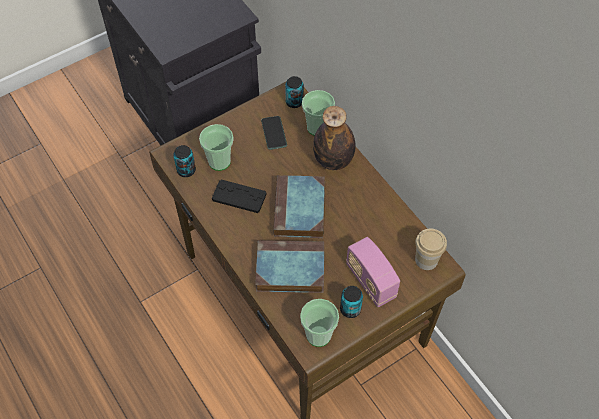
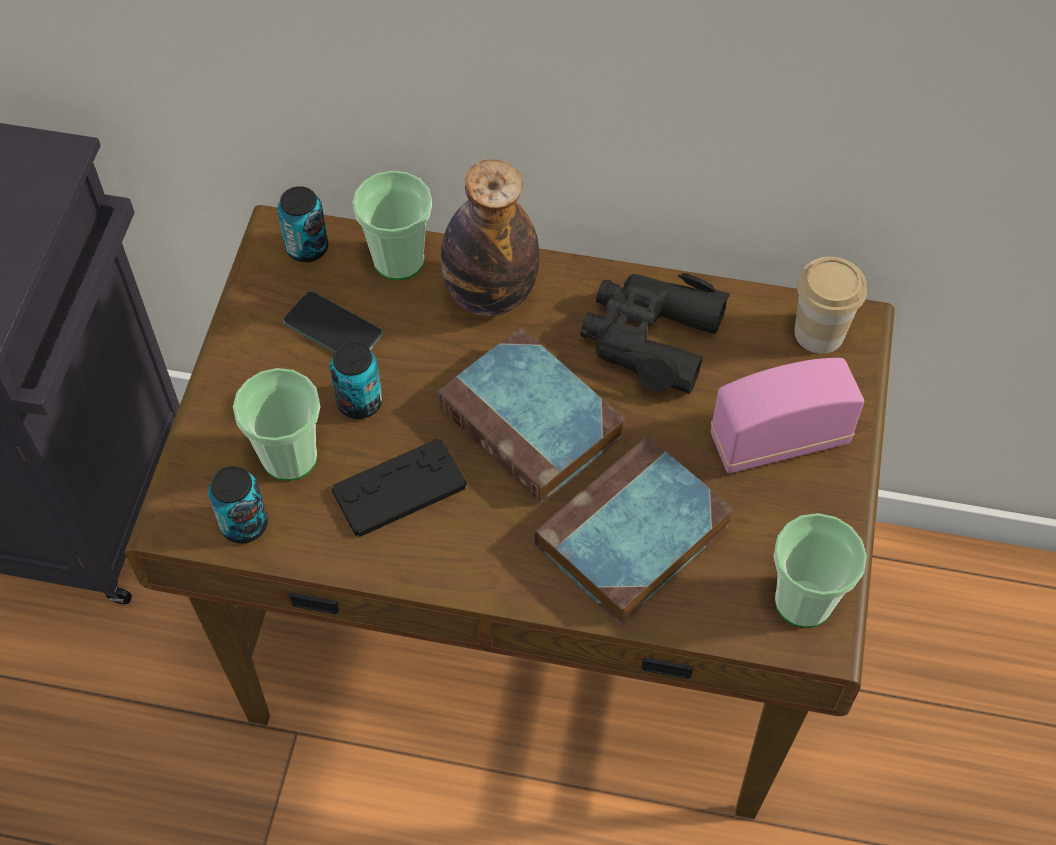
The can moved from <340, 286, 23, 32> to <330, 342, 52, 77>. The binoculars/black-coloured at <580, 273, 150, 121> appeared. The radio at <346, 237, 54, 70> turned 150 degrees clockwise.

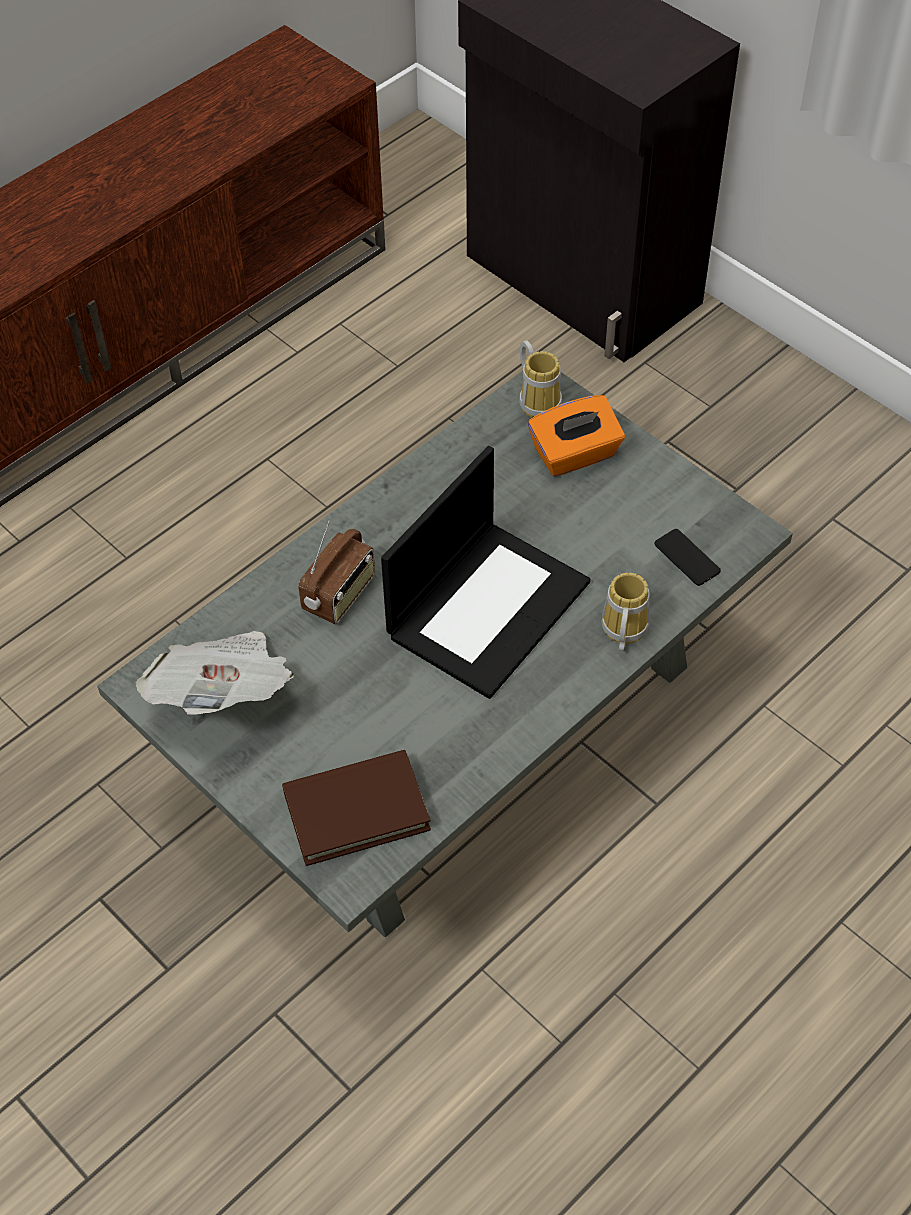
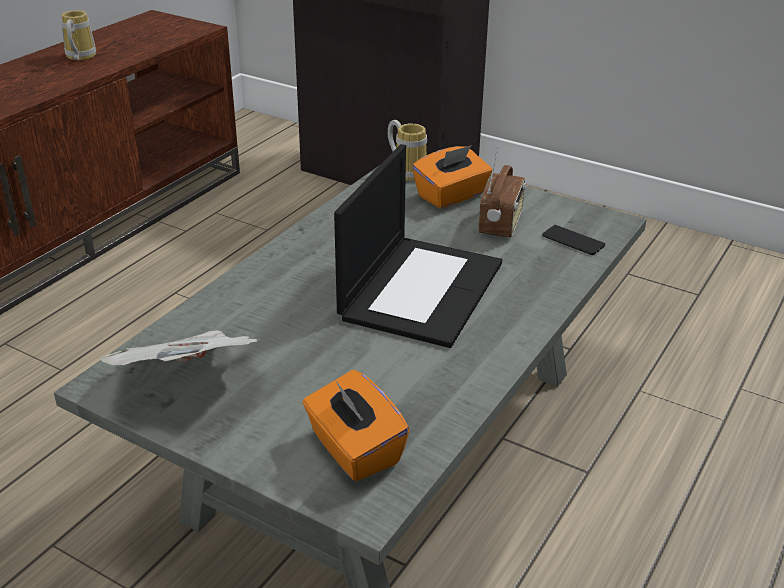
The coffee mug moved from <602, 572, 48, 79> to <61, 10, 35, 50>. The volume/brown-coloured at <282, 750, 149, 116> was replaced by the box of tissues/orange-coloured at <302, 370, 108, 111>. The radio moved from <298, 521, 77, 103> to <478, 148, 48, 89>.

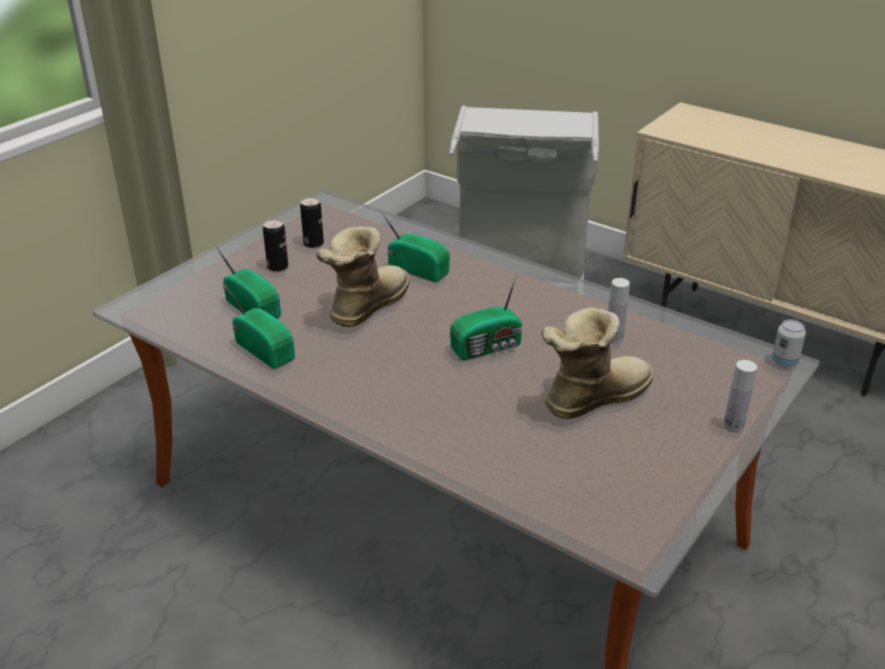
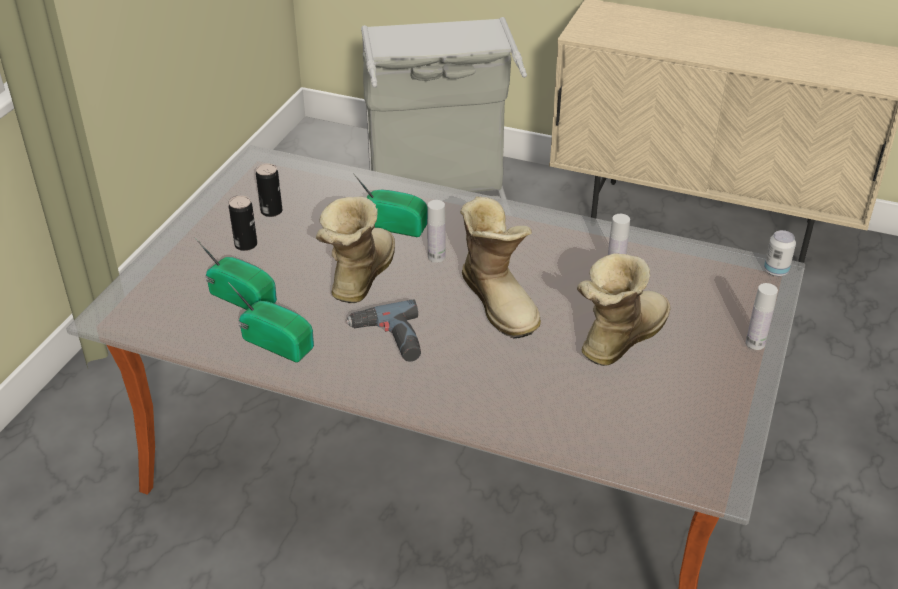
The electric drill at <346, 299, 75, 62> appeared. The beverage bottle/whitish at <427, 200, 19, 63> appeared. The radio at <450, 274, 73, 86> was replaced by the boot at <460, 196, 81, 143>.

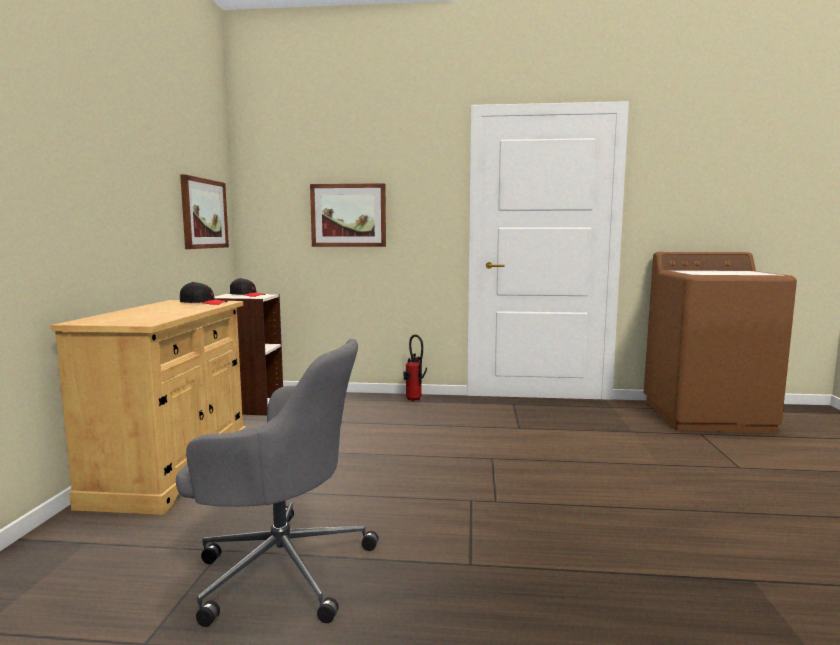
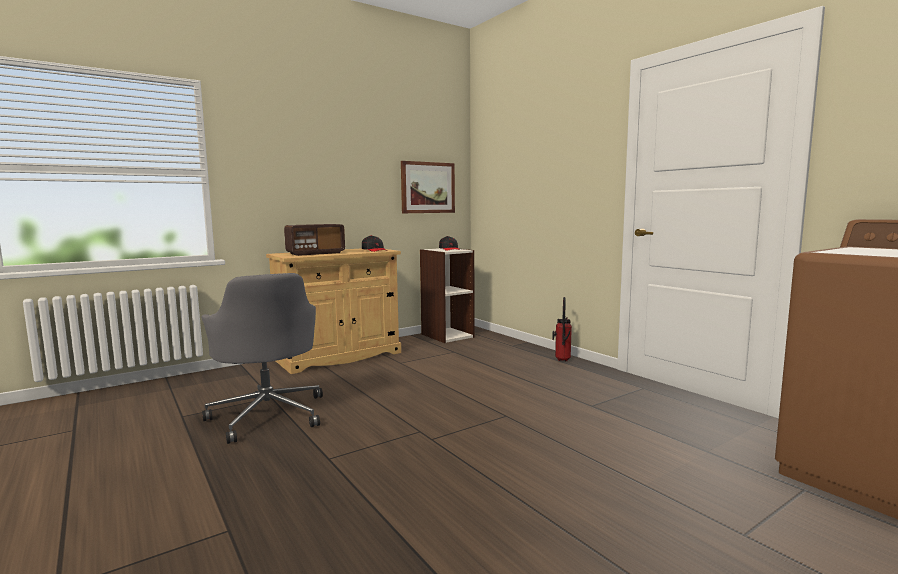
The radio at <284, 224, 61, 32> appeared. The picture at <310, 183, 76, 64> disappeared.

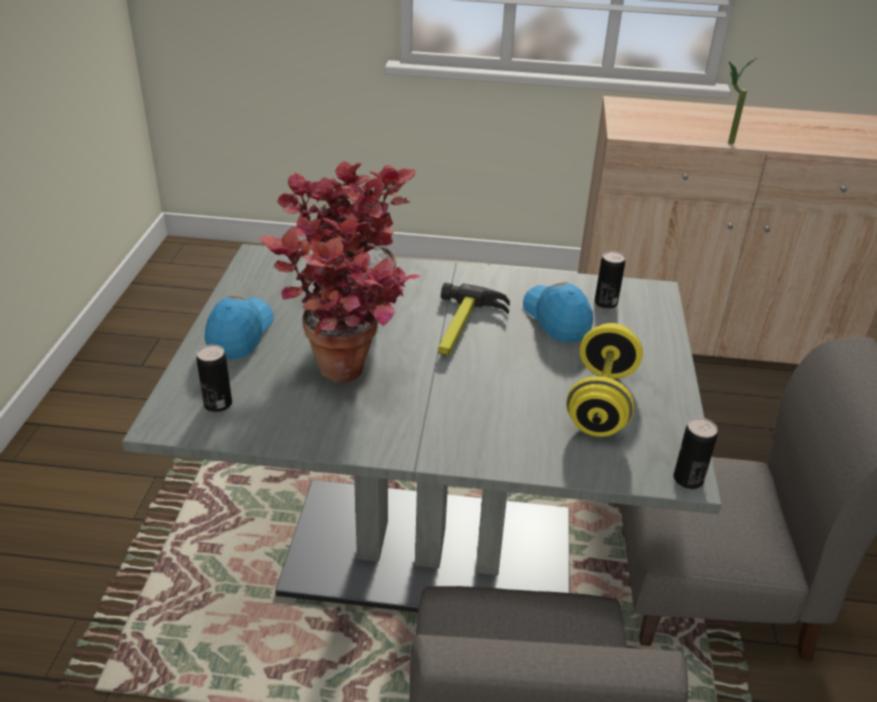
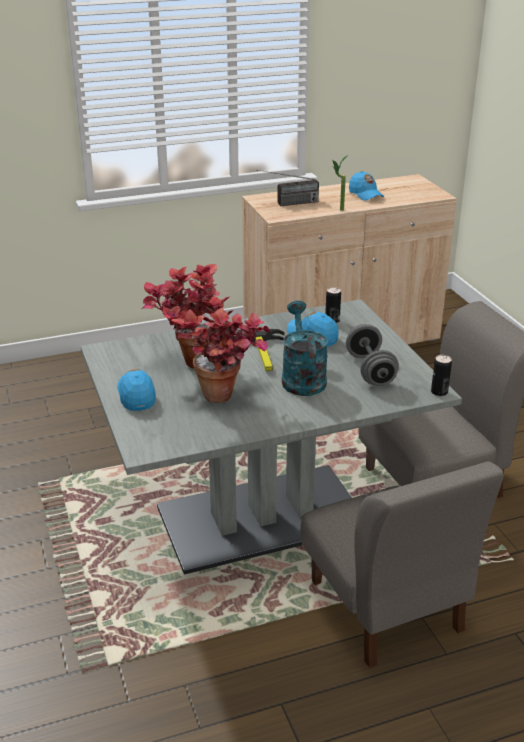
The radio at <257, 170, 62, 36> appeared. The sprinkling can/turquoise-coloured at <282, 301, 46, 95> appeared. The dumbbell/yellowish at <566, 323, 77, 114> became the dumbbell/greyish at <346, 324, 53, 62>. The cap/blue-coloured at <349, 171, 35, 30> appeared. The can at <196, 345, 36, 67> disappeared.

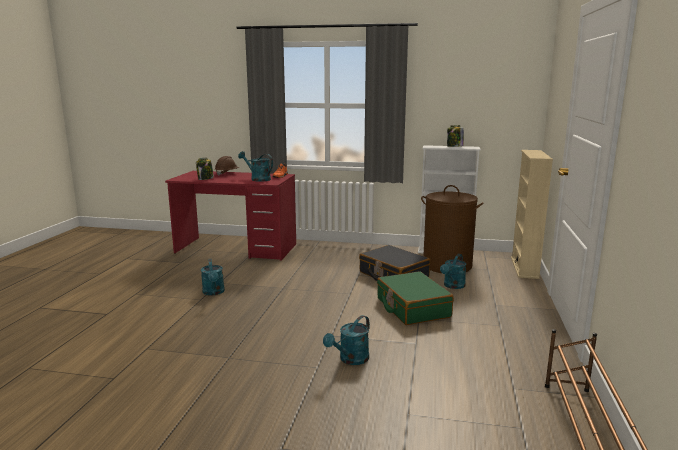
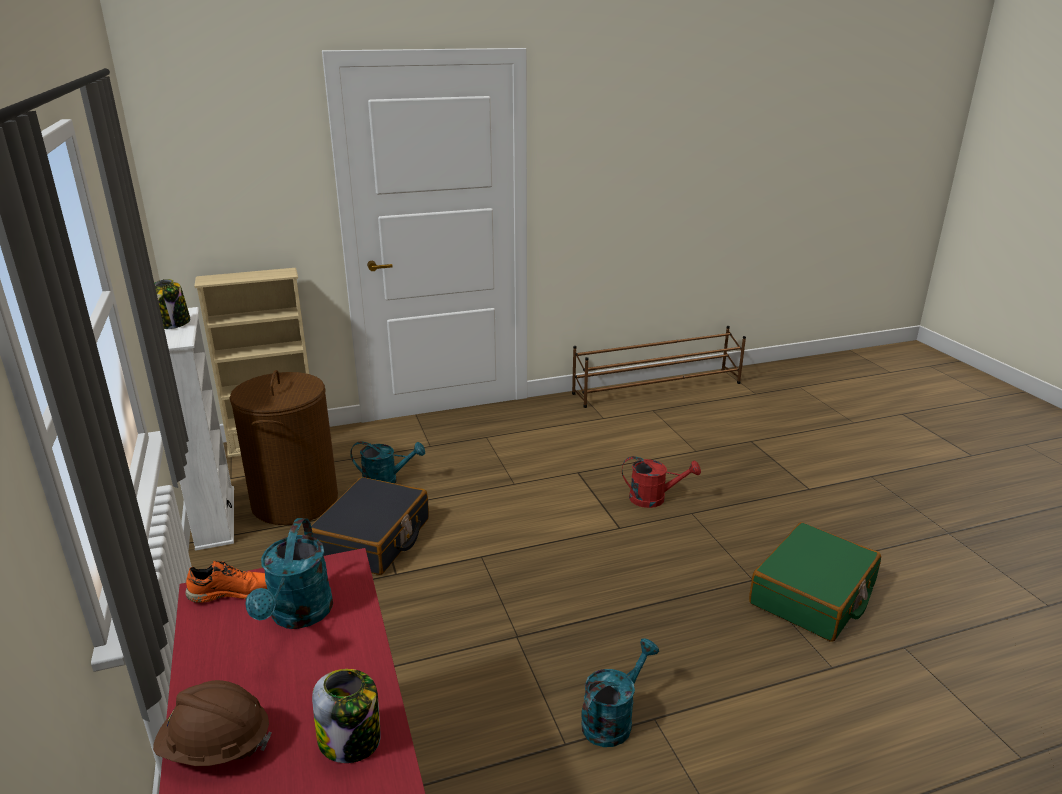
The sprinkling can/turquoise-coloured at <323, 315, 47, 50> became the sprinkling can/reddish at <622, 456, 79, 52>. The suitcase/greenish moved from <377, 271, 77, 54> to <749, 522, 132, 120>.

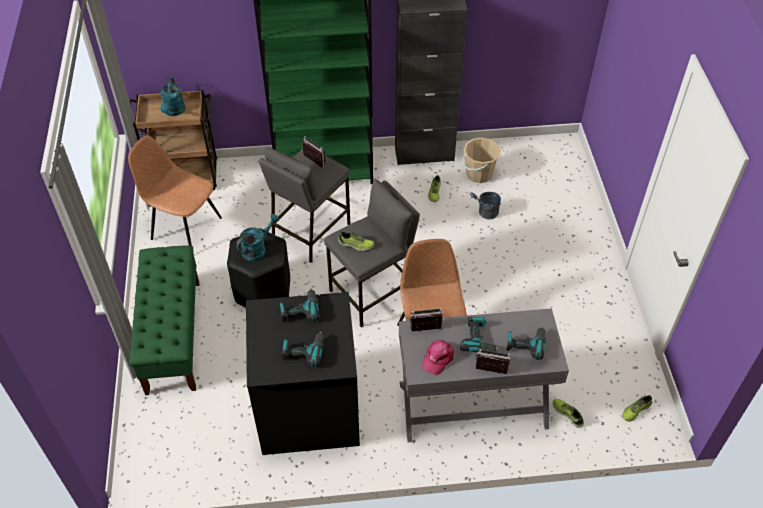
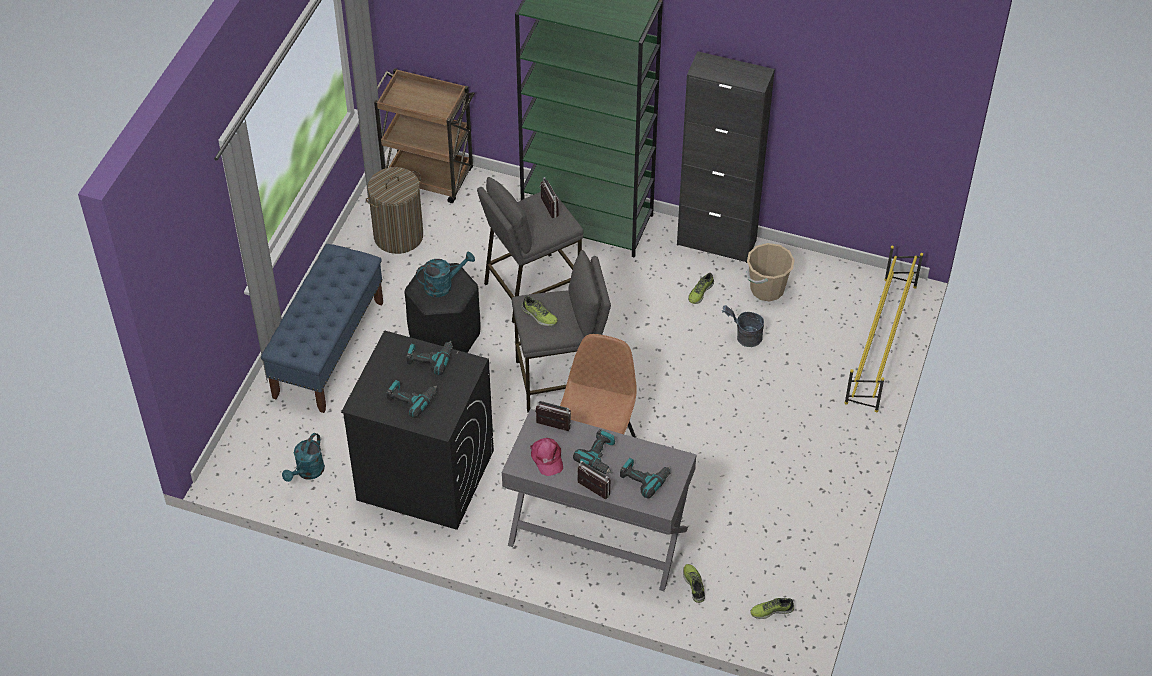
The long seat/greenish at <130, 246, 70, 149> became the long seat/blue-coloured at <261, 244, 122, 169>. The sprinkling can/turquoise-coloured moved from <160, 78, 25, 38> to <282, 433, 43, 49>. The upright chair/brown-coloured at <128, 135, 94, 111> was replaced by the laundry basket at <366, 167, 57, 87>. The cap/pinkish at <422, 340, 32, 35> turned 75 degrees counterclockwise. The shoe rack/yellowish at <845, 246, 78, 166> appeared.

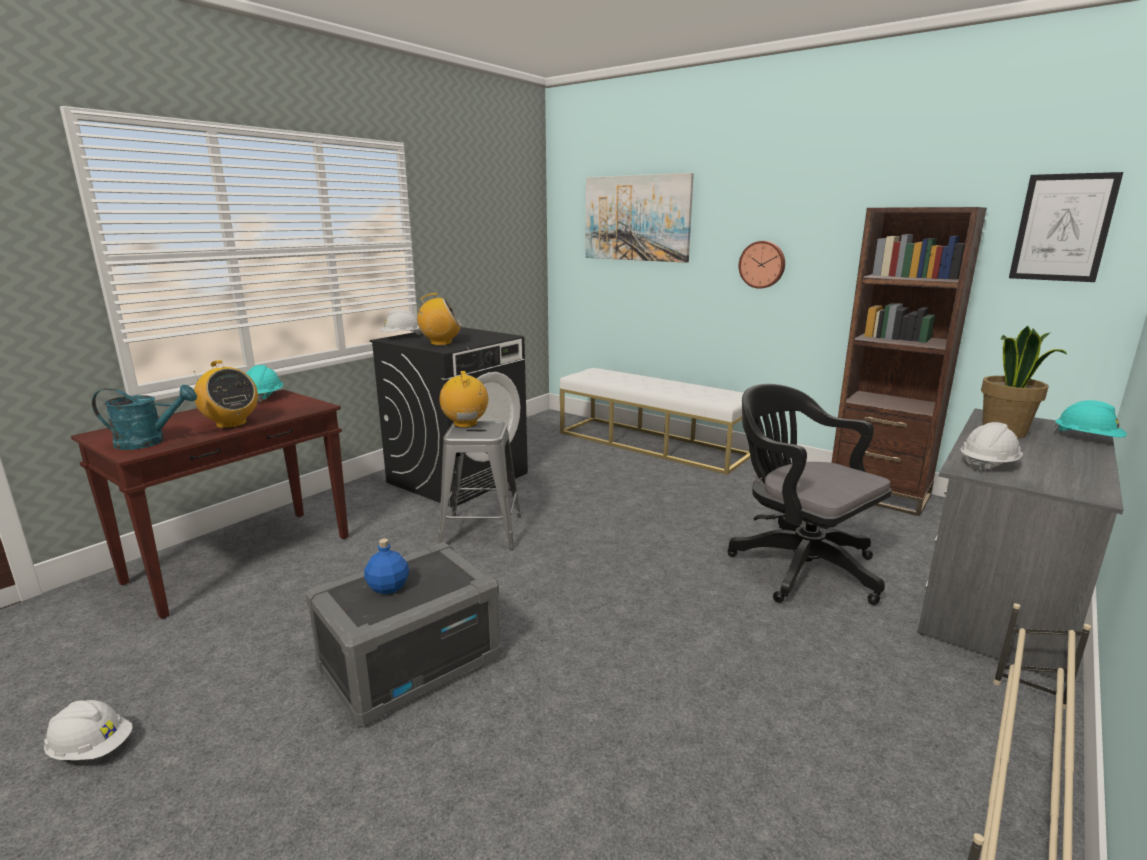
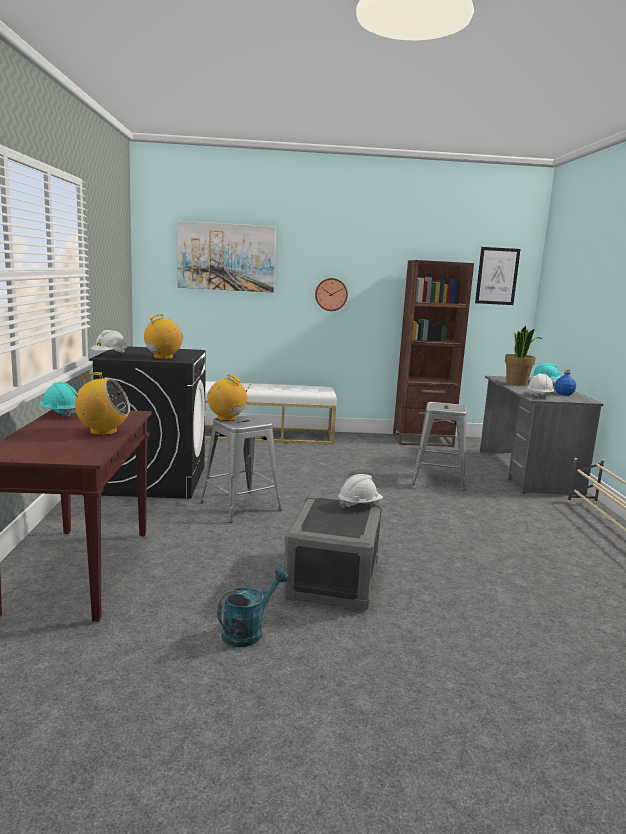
The sprinkling can/turquoise-coloured moved from <92, 385, 105, 65> to <217, 568, 72, 79>. The work helmet/whitish moved from <44, 700, 89, 60> to <338, 474, 45, 35>. The office chair/black-coloured at <727, 384, 165, 221> was replaced by the sitting stool/greyish at <412, 402, 55, 89>. The beverage bottle/blue-coloured moved from <364, 539, 45, 55> to <554, 369, 22, 27>.

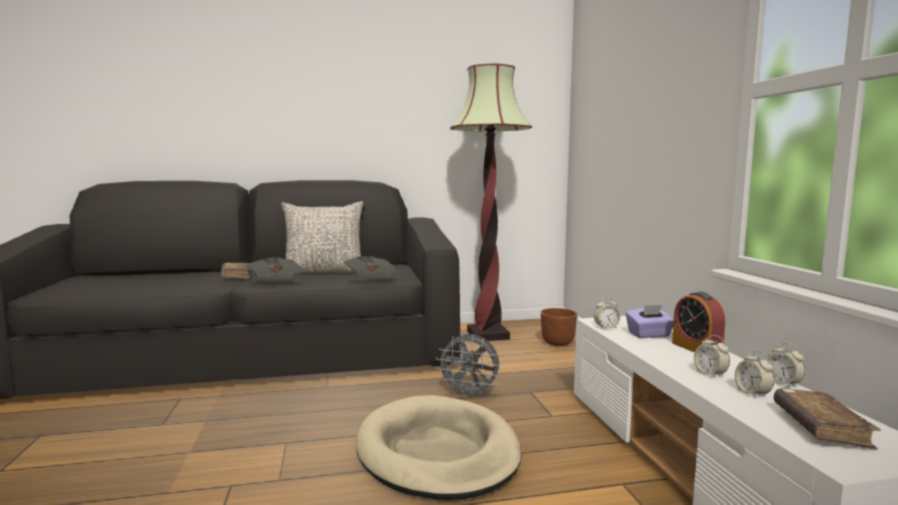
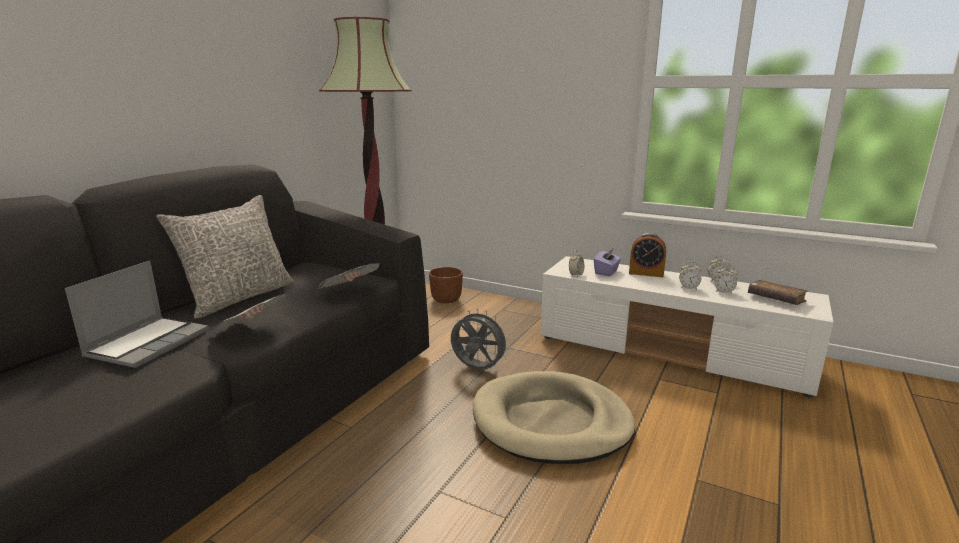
The volume/brown-coloured at <221, 263, 29, 16> was replaced by the notebook computer at <65, 260, 144, 108>. The fan/greyish at <436, 334, 65, 64> turned 120 degrees counterclockwise.

